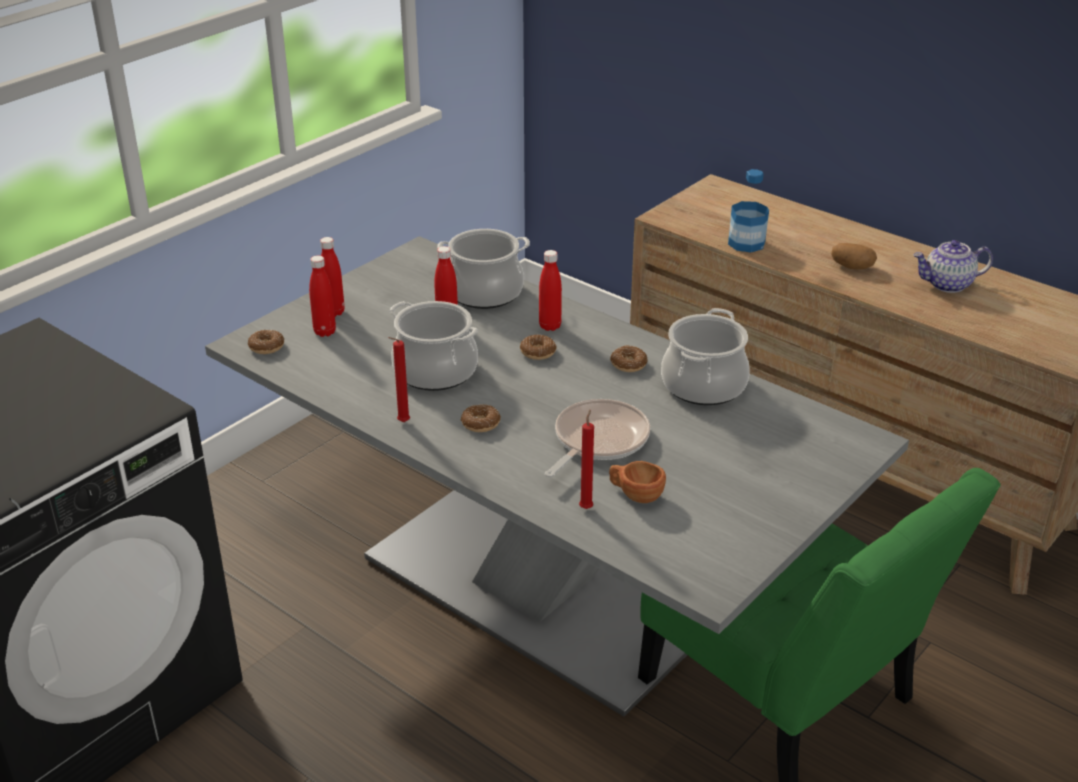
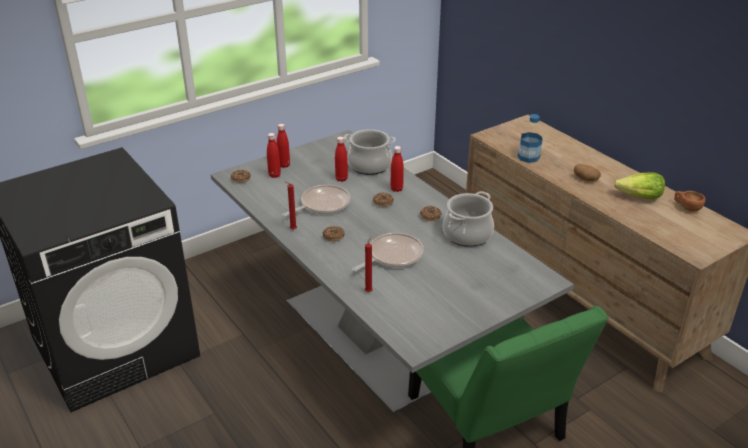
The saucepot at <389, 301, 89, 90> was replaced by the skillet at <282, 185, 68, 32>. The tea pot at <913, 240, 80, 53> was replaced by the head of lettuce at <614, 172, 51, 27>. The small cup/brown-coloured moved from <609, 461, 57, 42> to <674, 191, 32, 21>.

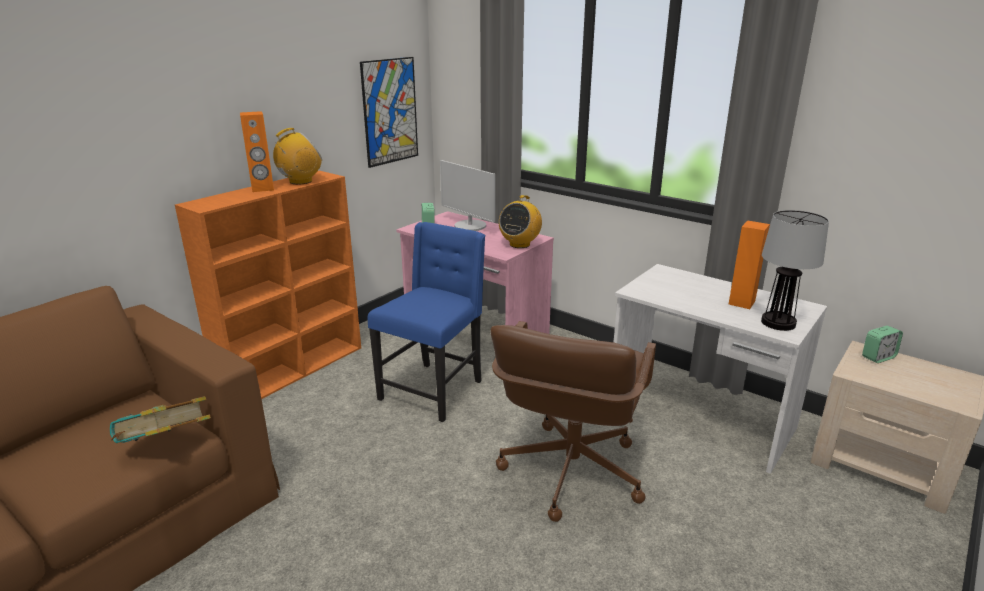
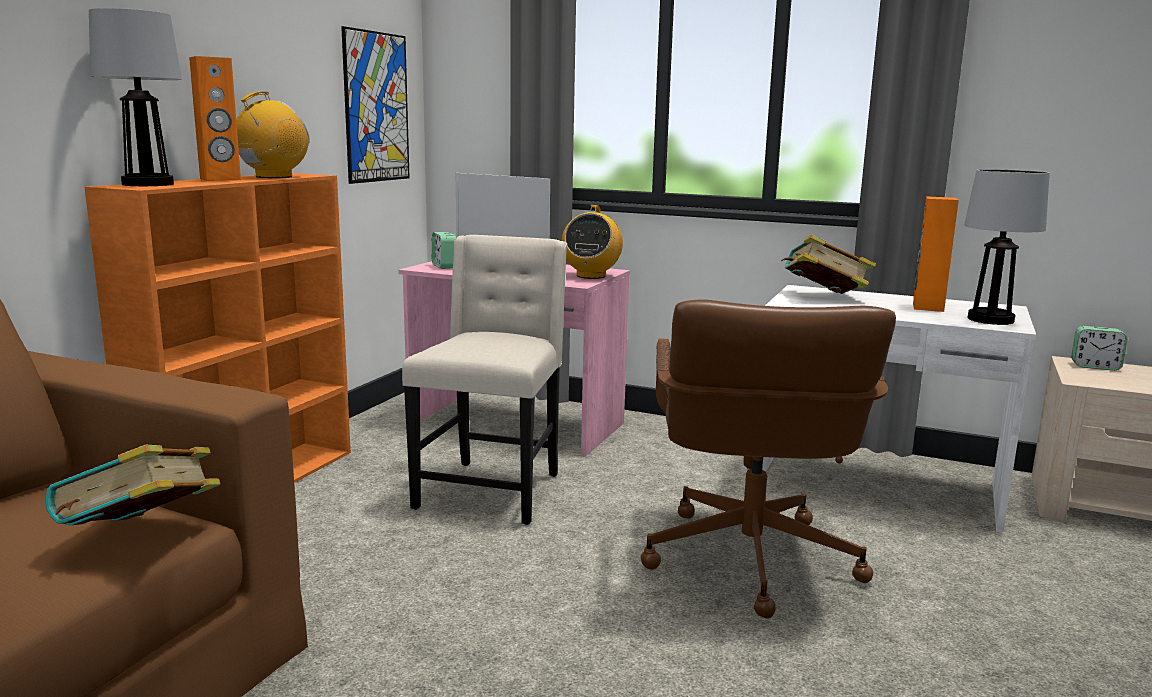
The tabletop lamp at <89, 8, 93, 178> appeared. The upright chair/blue-coloured at <368, 222, 117, 200> became the upright chair/sand-coloured at <402, 235, 165, 290>. The volume at <781, 234, 95, 60> appeared. The bedside clock at <862, 326, 41, 37> turned 60 degrees clockwise.

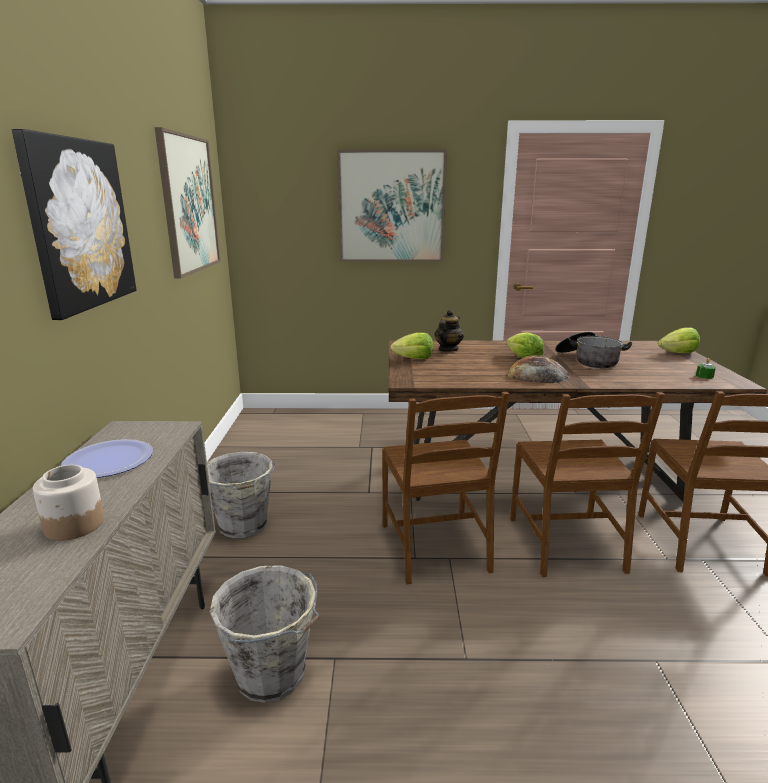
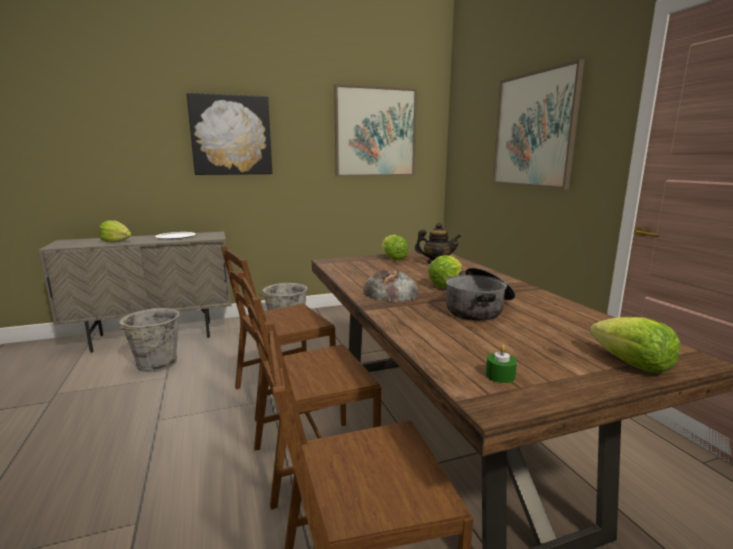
The preserve jar at <33, 465, 71, 76> was replaced by the head of lettuce at <99, 220, 32, 23>.

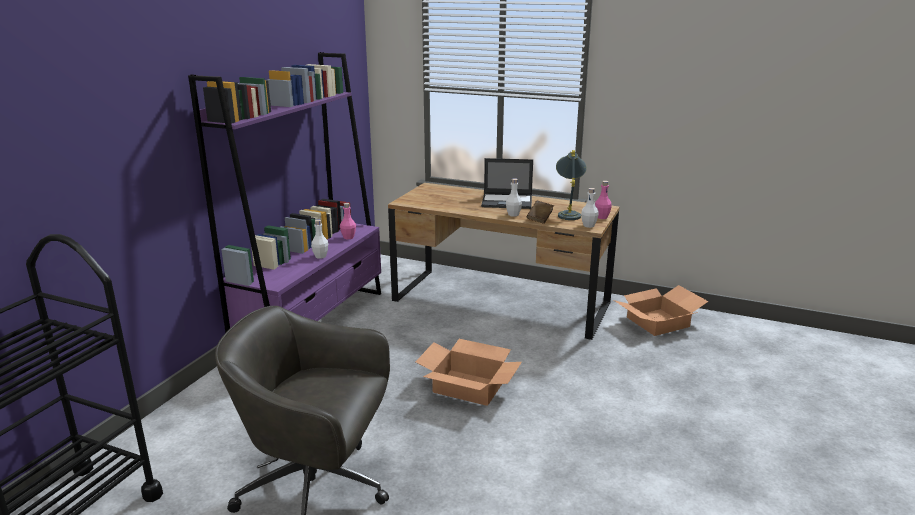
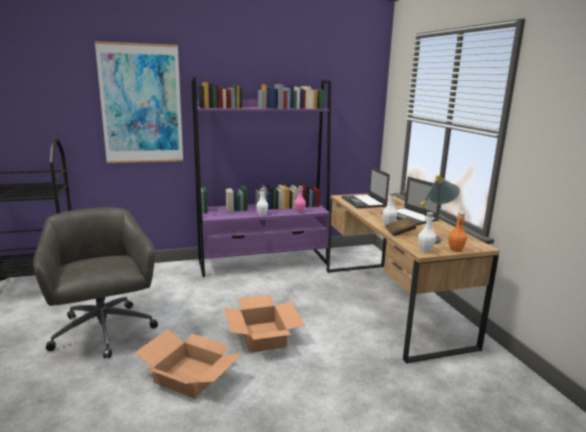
The picture at <95, 41, 88, 122> appeared. The carton moved from <613, 285, 96, 51> to <135, 329, 107, 70>. The notebook computer at <342, 166, 48, 42> appeared. The beverage bottle/pinkish at <595, 181, 17, 38> became the beverage bottle/orange-coloured at <449, 212, 18, 40>.

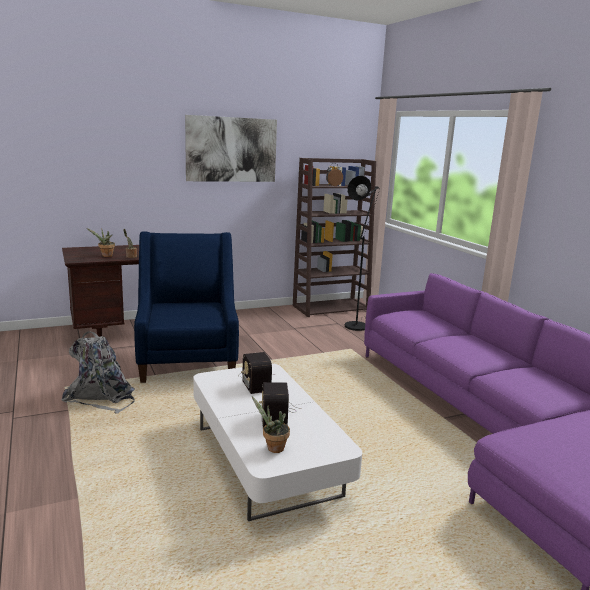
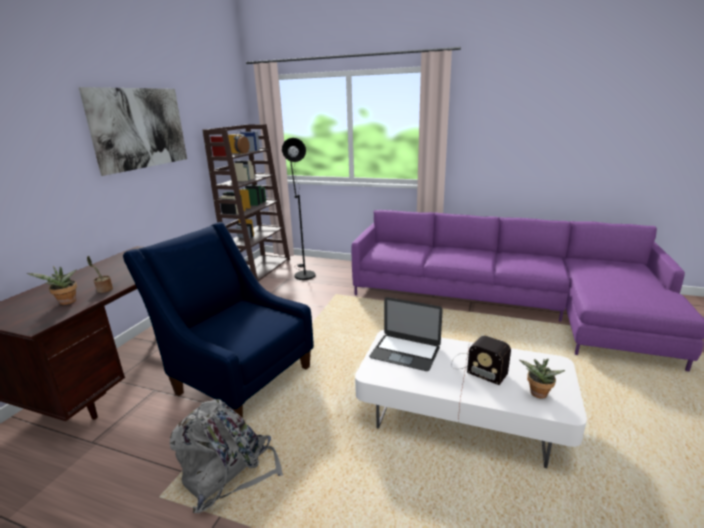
The radio at <238, 352, 36, 42> was replaced by the notebook computer at <369, 297, 74, 74>.

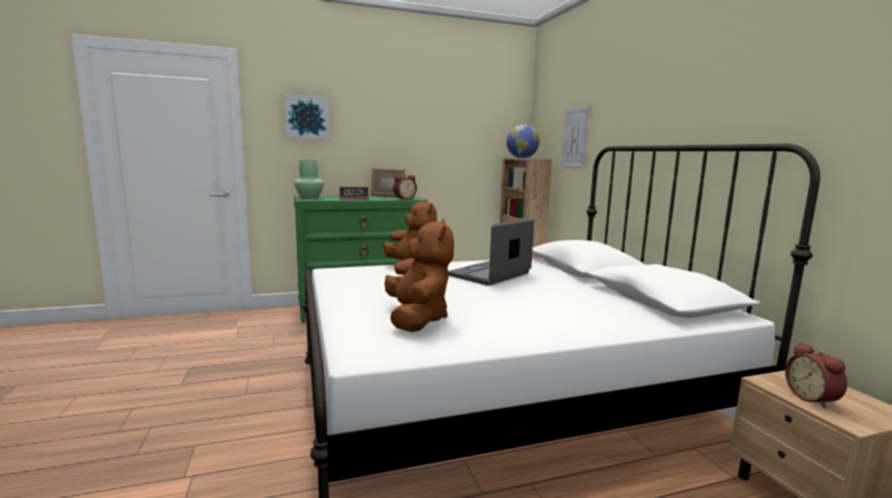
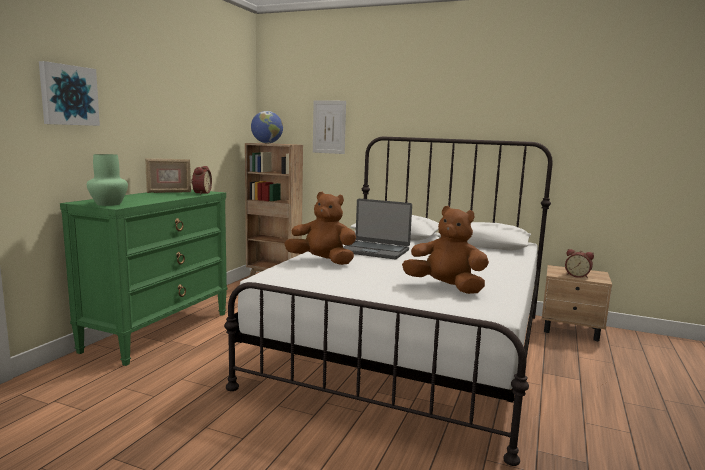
The notebook computer at <448, 219, 86, 67> turned 60 degrees counterclockwise. The bedside clock at <339, 187, 30, 12> disappeared.

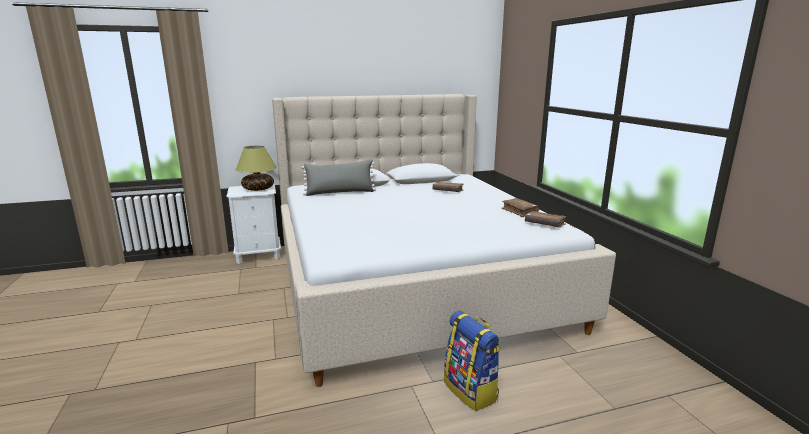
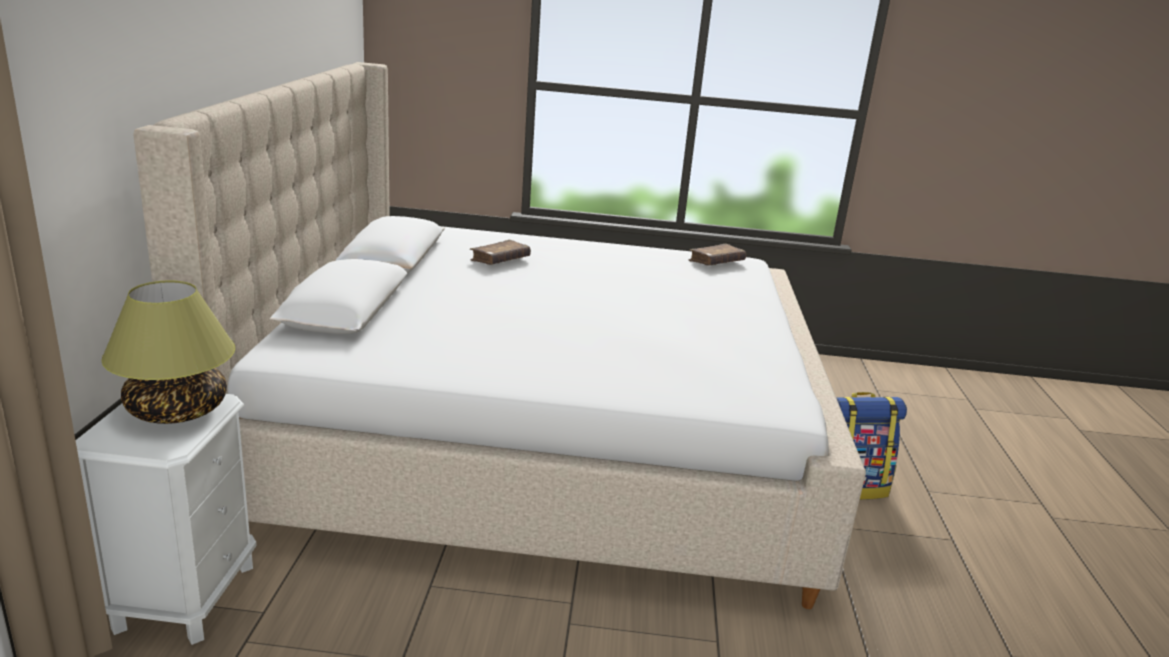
The throw pillow/greyish at <302, 159, 74, 37> disappeared. The volume/brown-coloured at <502, 198, 37, 19> disappeared.

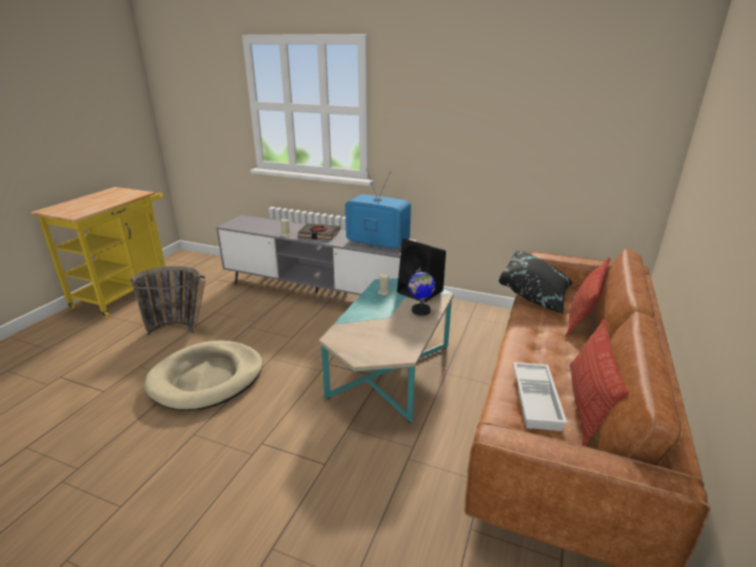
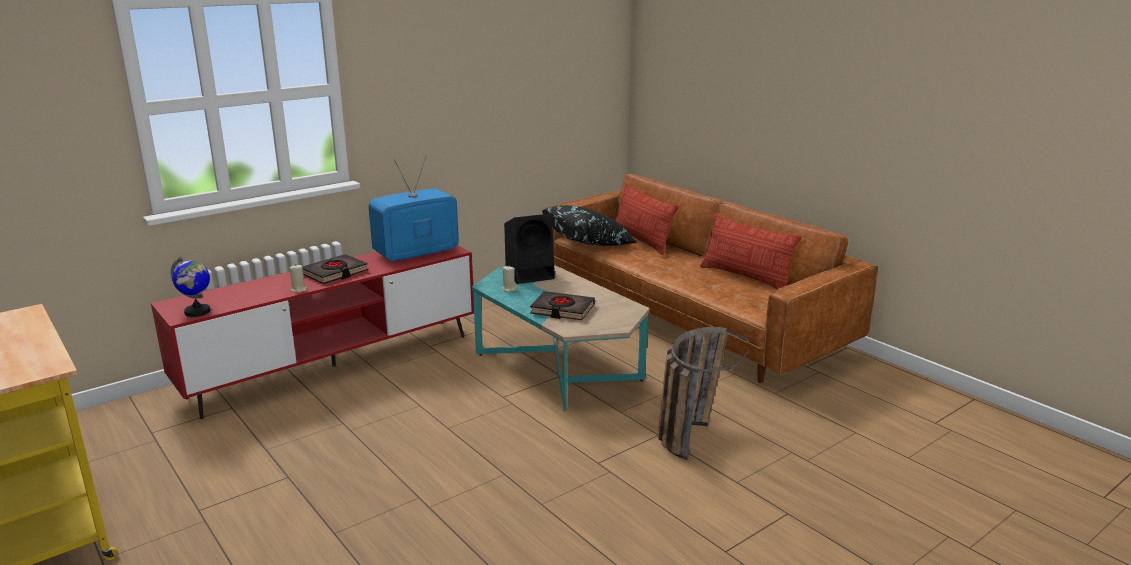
The media console/greyish at <216, 215, 201, 80> became the media console/reddish at <151, 245, 323, 174>. The desk globe moved from <408, 267, 27, 49> to <171, 257, 40, 60>. The volume/black-coloured at <530, 291, 65, 29> appeared. The household basket moved from <131, 266, 75, 70> to <658, 327, 92, 133>. The dog cushion/sand-coloured at <145, 341, 118, 70> disappeared. The tray/whitish at <513, 362, 54, 69> disappeared.

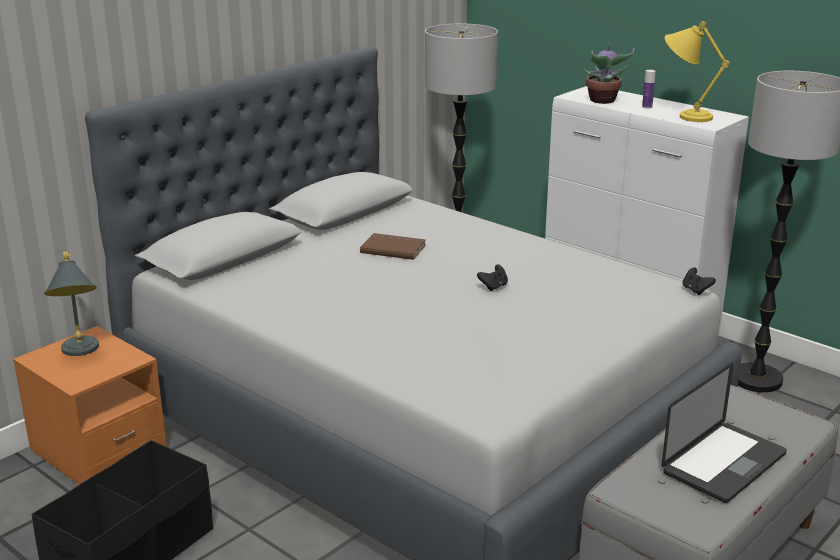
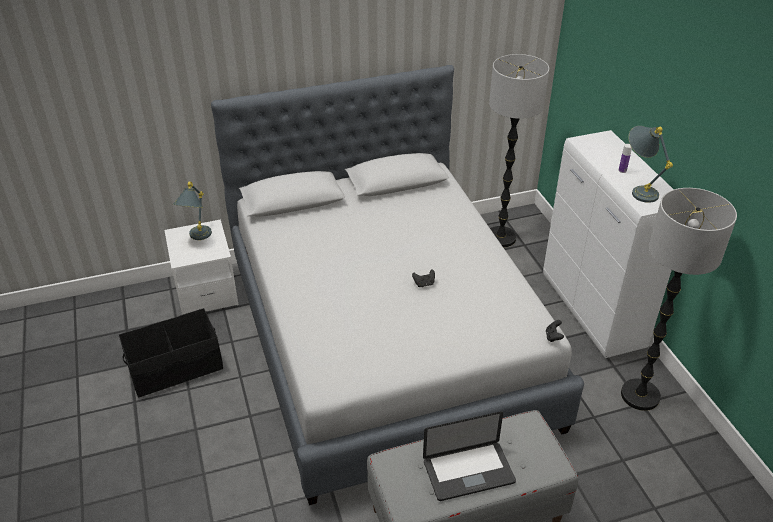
The nightstand/orange-coloured at <13, 326, 154, 159> became the nightstand/whitish at <164, 220, 74, 95>. The tabletop lamp/yellowish at <665, 21, 65, 101> became the tabletop lamp/greyish at <628, 126, 45, 77>. The volume/brown-coloured at <360, 233, 66, 27> disappeared. The plant in a pot at <583, 42, 52, 62> disappeared.

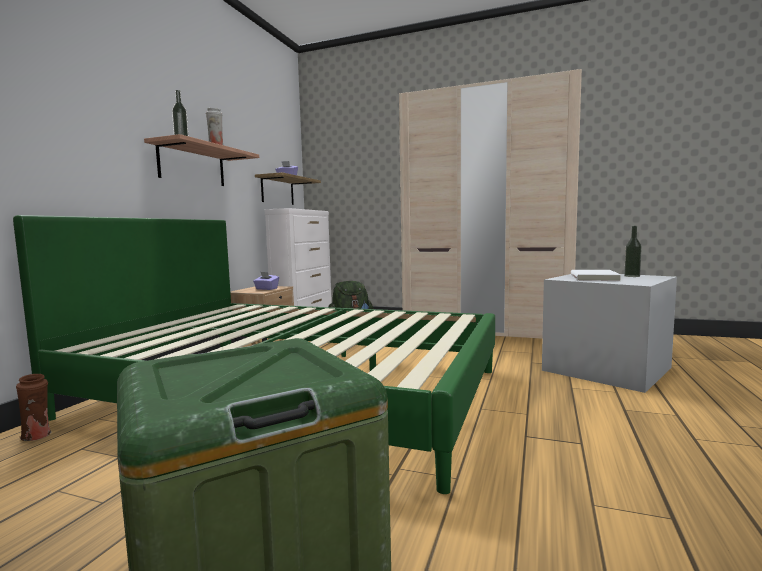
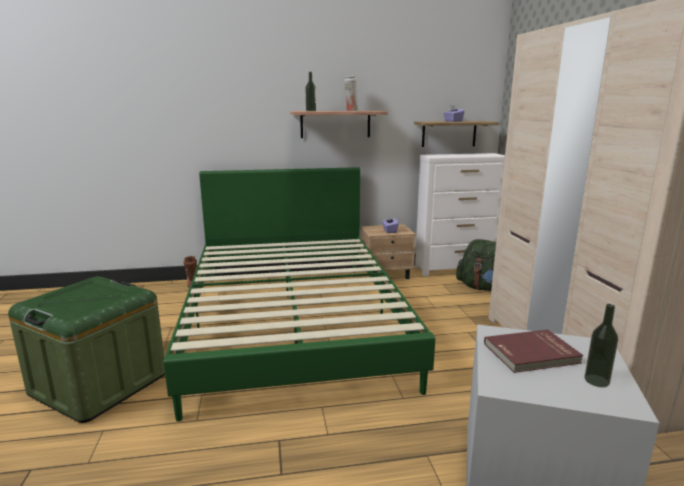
The volume/whitish at <571, 270, 50, 11> became the volume/reddish at <484, 329, 99, 44>.

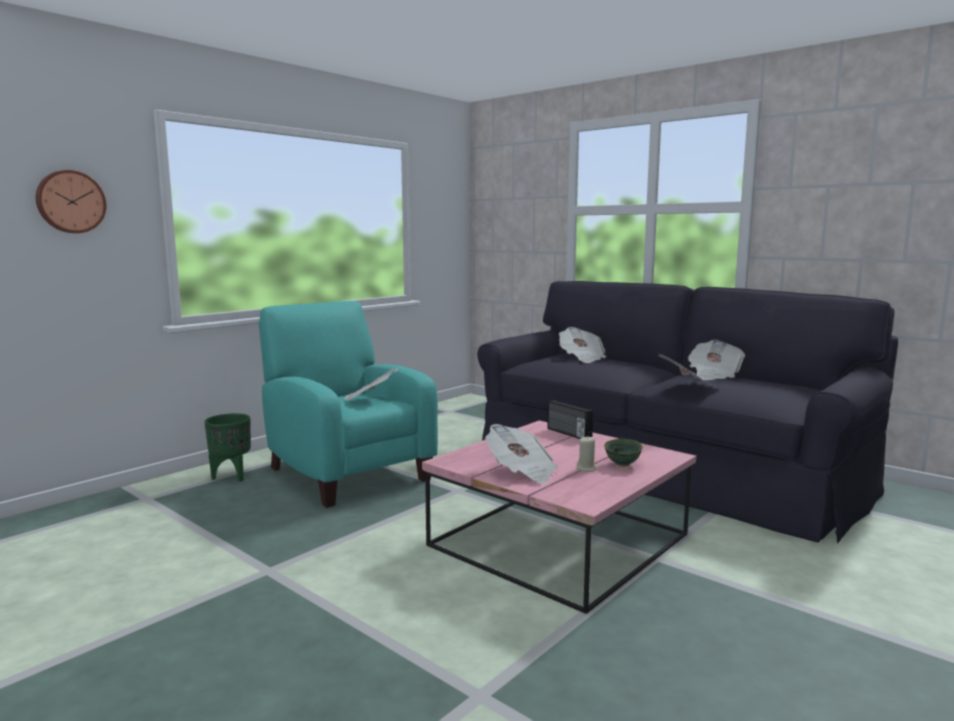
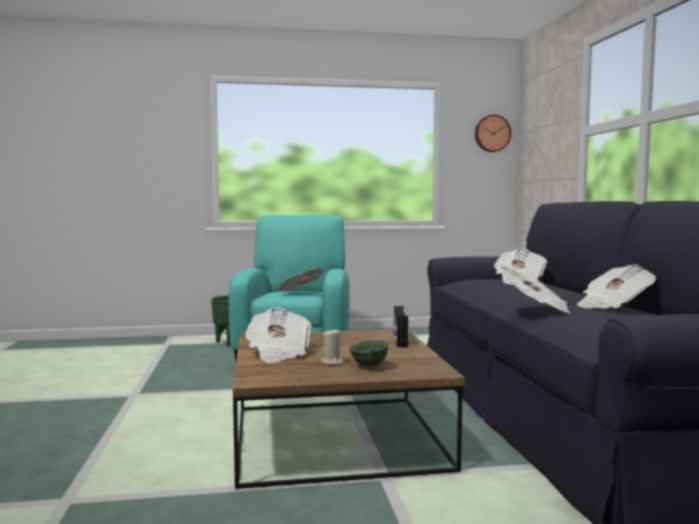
The coffee table/pinkish at <422, 421, 274, 193> became the coffee table/brown-coloured at <233, 329, 232, 160>. The hanging clock moved from <36, 170, 70, 63> to <475, 115, 36, 37>.

